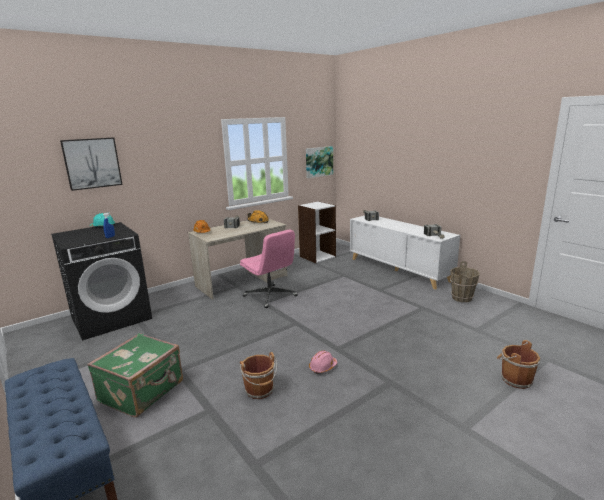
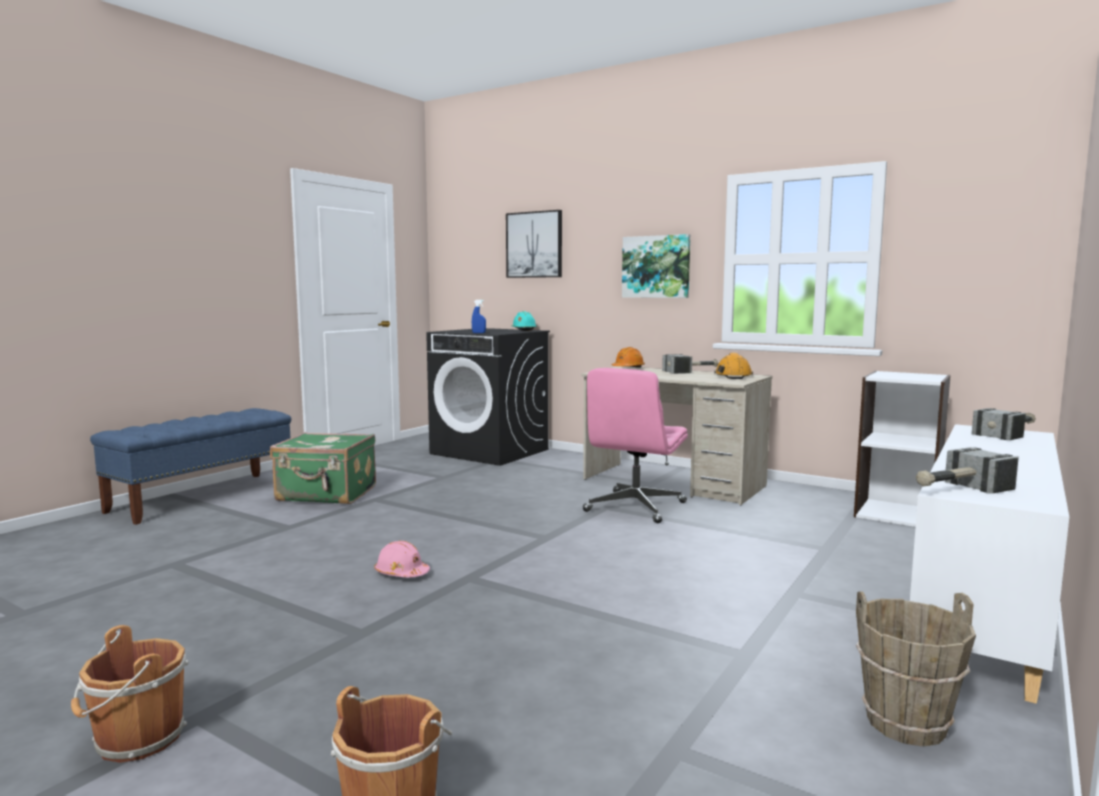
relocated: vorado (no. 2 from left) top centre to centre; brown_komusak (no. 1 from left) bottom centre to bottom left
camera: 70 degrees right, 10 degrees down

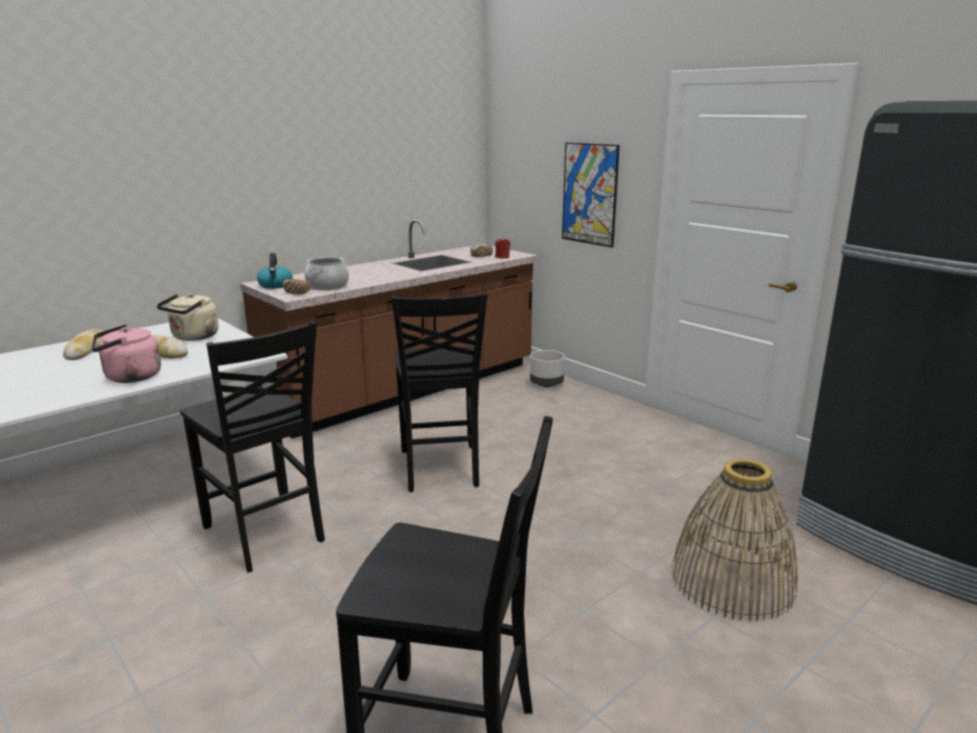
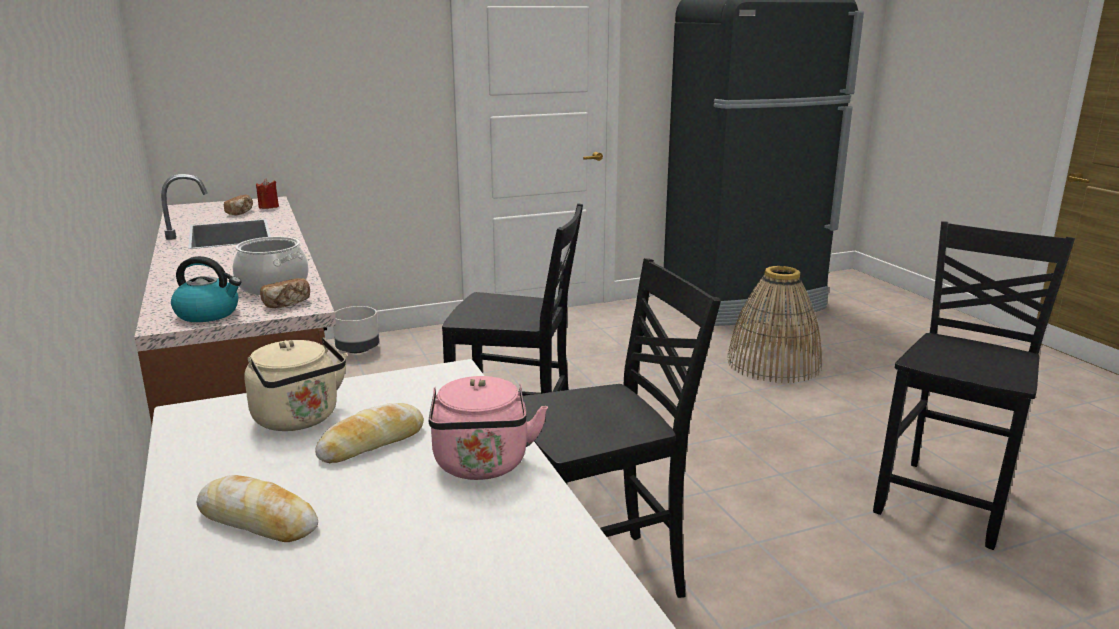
missing: vorado top centre
camera: 70 degrees left, 0 degrees up

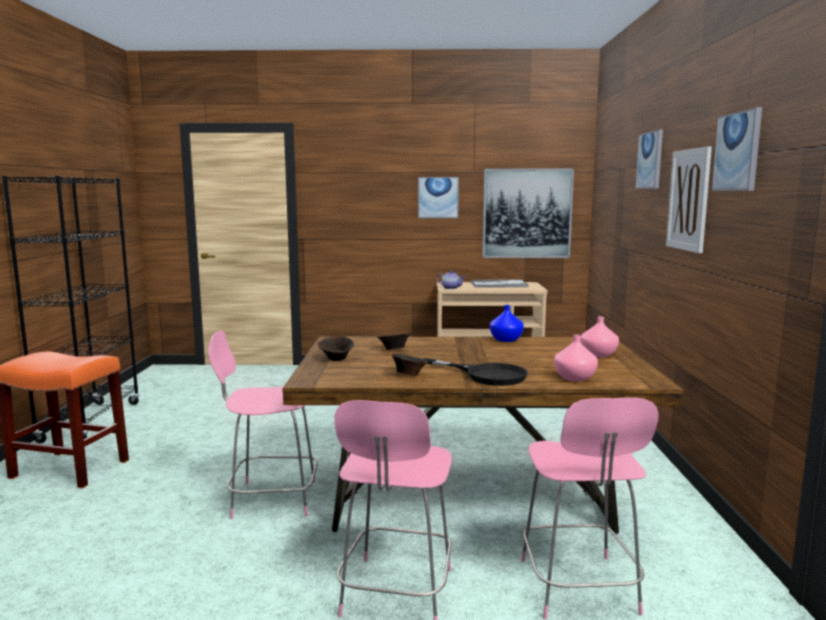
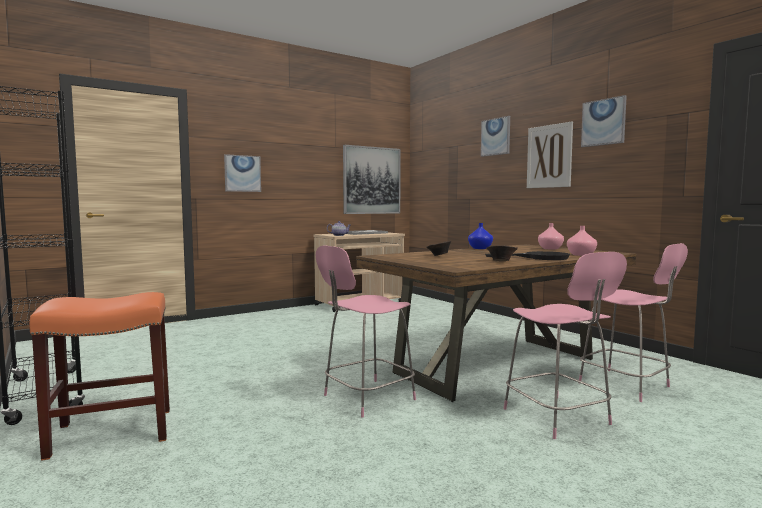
missing: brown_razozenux (no. 1 from left) centre
relocated: vorado (no. 1 from left) top centre to middle left
camera: 35 degrees left, 5 degrees down

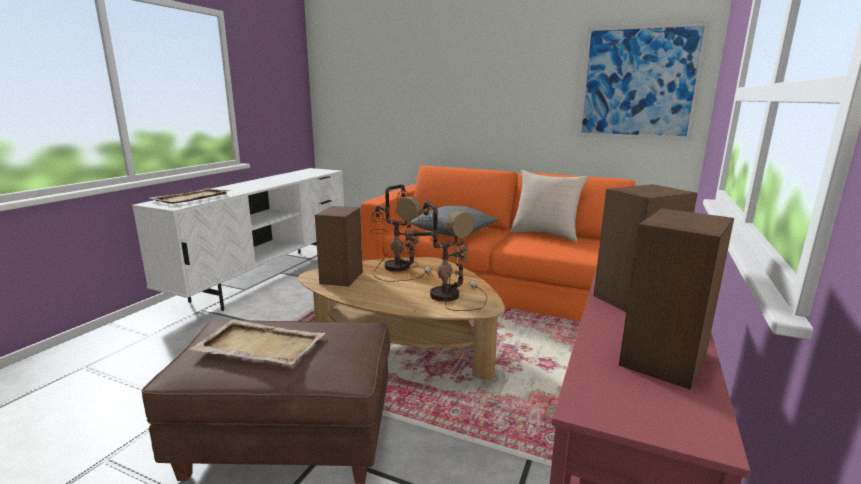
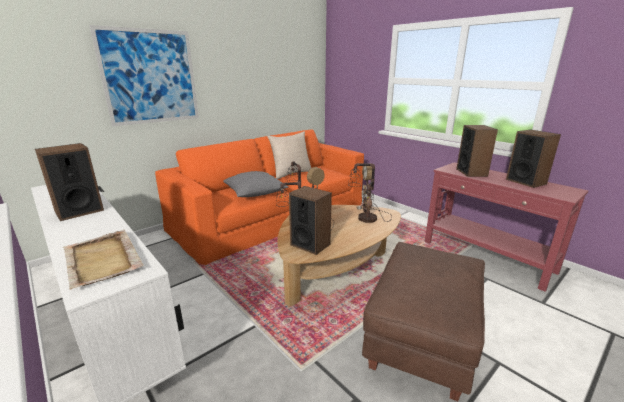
missing: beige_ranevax (no. 2 from left) bottom left
appeared: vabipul (no. 1 from left) middle left
relocated: vorado top right to top left
camera: 65 degrees left, 5 degrees up

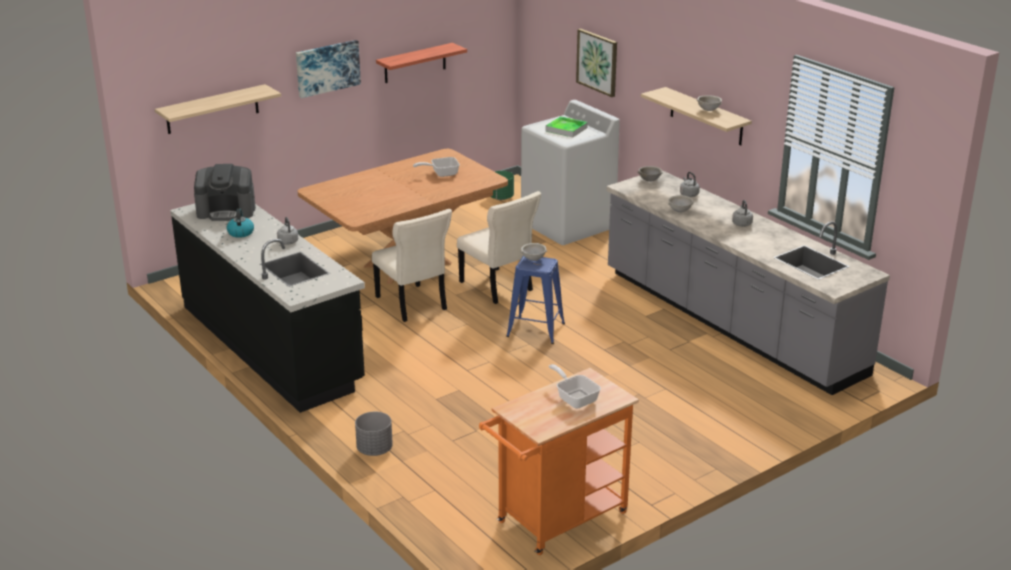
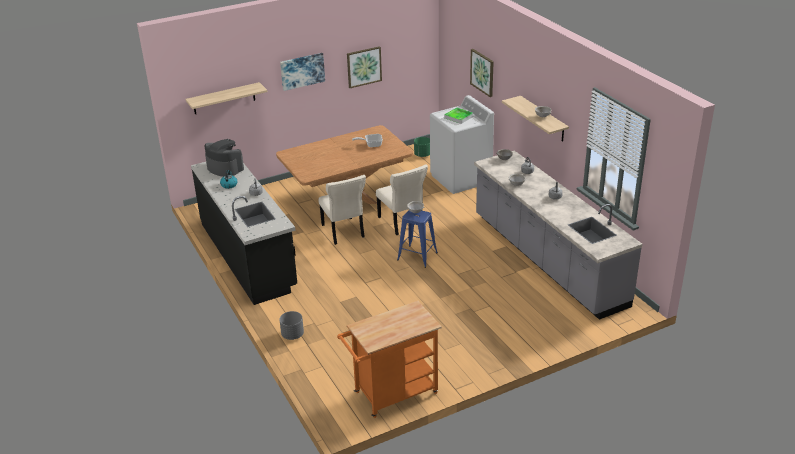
missing: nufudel (no. 2 from left) bottom centre
exchanged: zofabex (no. 2 from left) top centre to vorado (no. 2 from left) top centre
spun: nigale middle left = middle left 150 degrees counterclockwise
camera: 10 degrees right, 5 degrees up

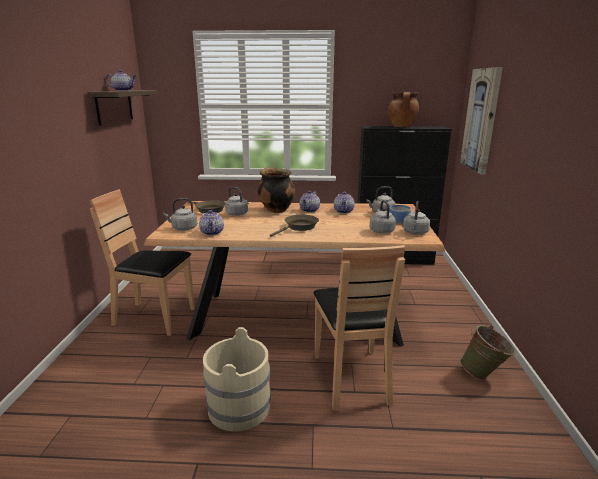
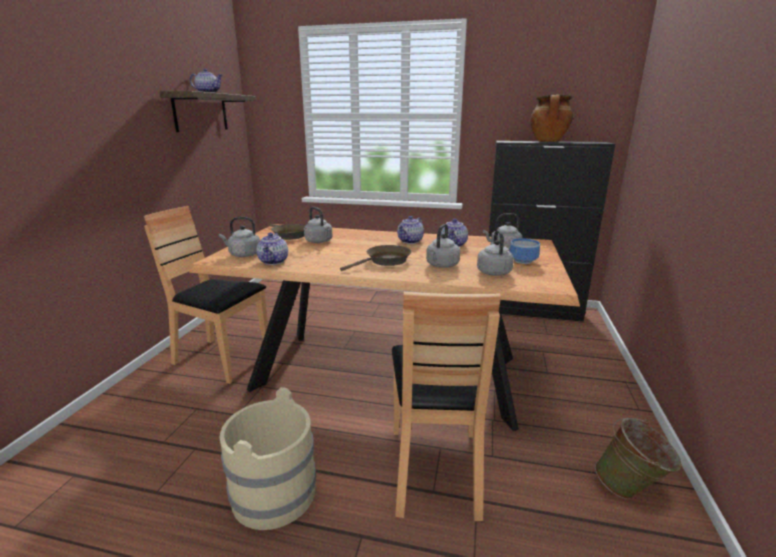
missing: vorado top right; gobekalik (no. 1 from left) centre
relocated: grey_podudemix (no. 5 from left in the first image) middle right to grey_podudemix (no. 3 from left) centre
camera: 10 degrees right, 0 degrees up

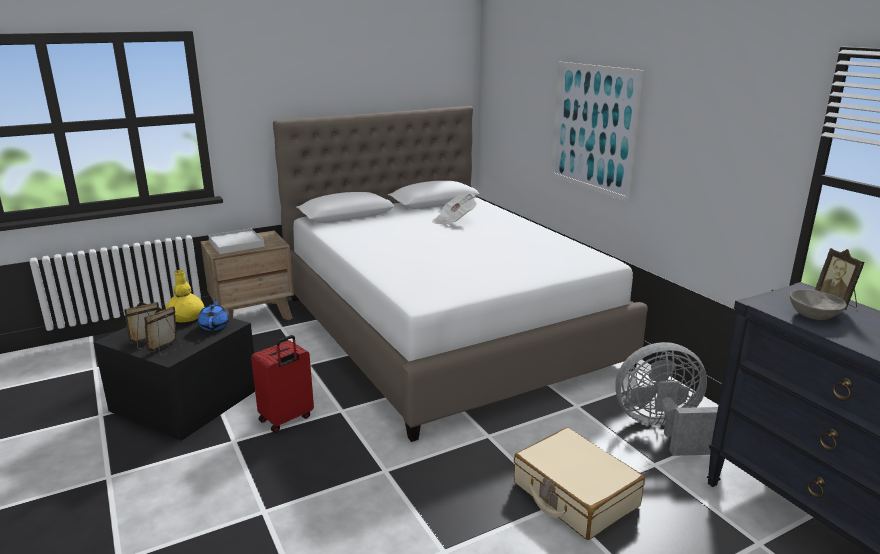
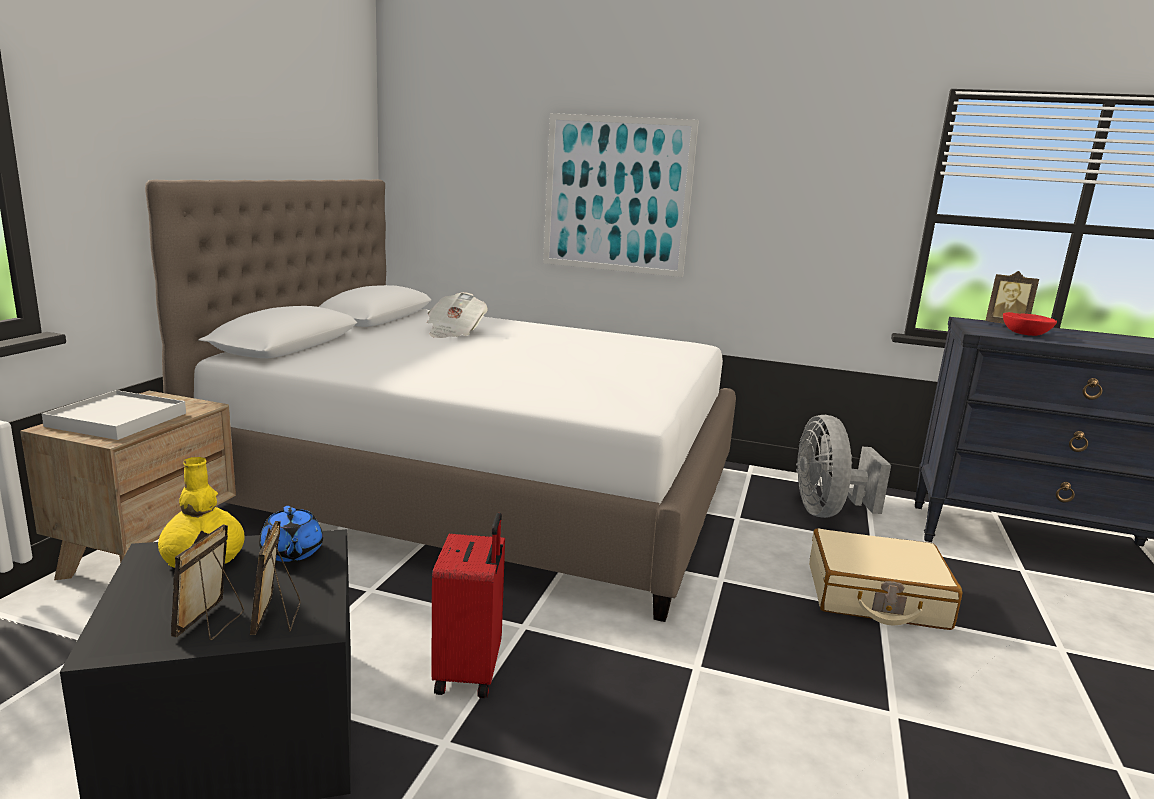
colour: grey_razozenux middle right to red_razozenux middle right
spun: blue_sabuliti middle left = bottom left 150 degrees counterclockwise; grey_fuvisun bottom right = middle right 45 degrees counterclockwise
camera: 45 degrees left, 5 degrees down

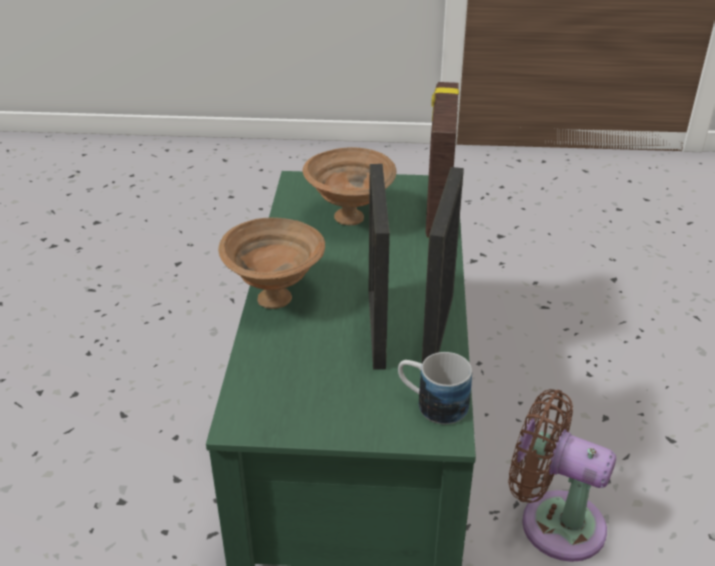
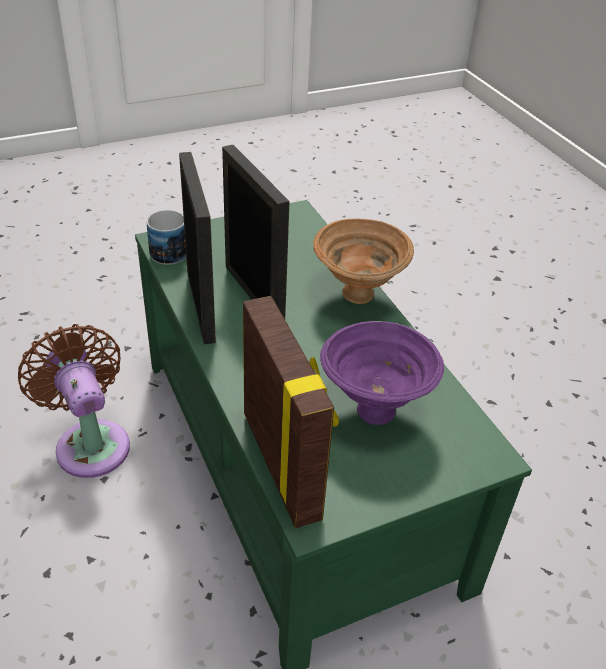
colour: brown_razozenux (no. 2 from left) top centre to purple_razozenux centre
spun: brown_fuvisun bottom right = middle left 120 degrees counterclockwise
camera: 150 degrees right, 5 degrees up

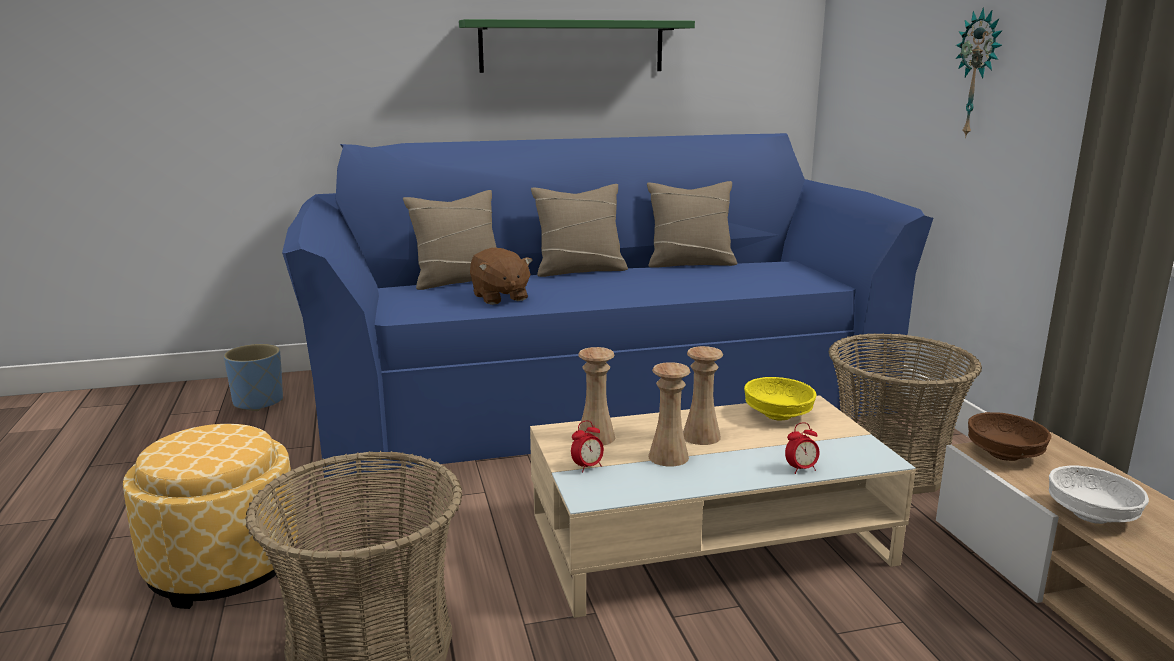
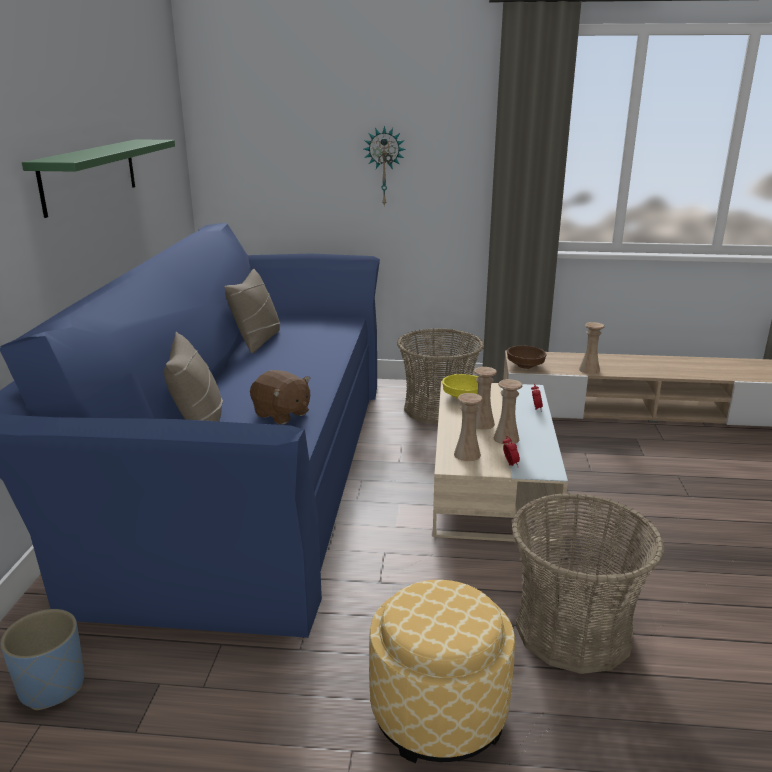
missing: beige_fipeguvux (no. 2 from left) centre
exchanged: white_razozenux bottom right to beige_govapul (no. 4 from left) middle right
spun: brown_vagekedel centre = centre 45 degrees clockwise
camera: 70 degrees left, 5 degrees up

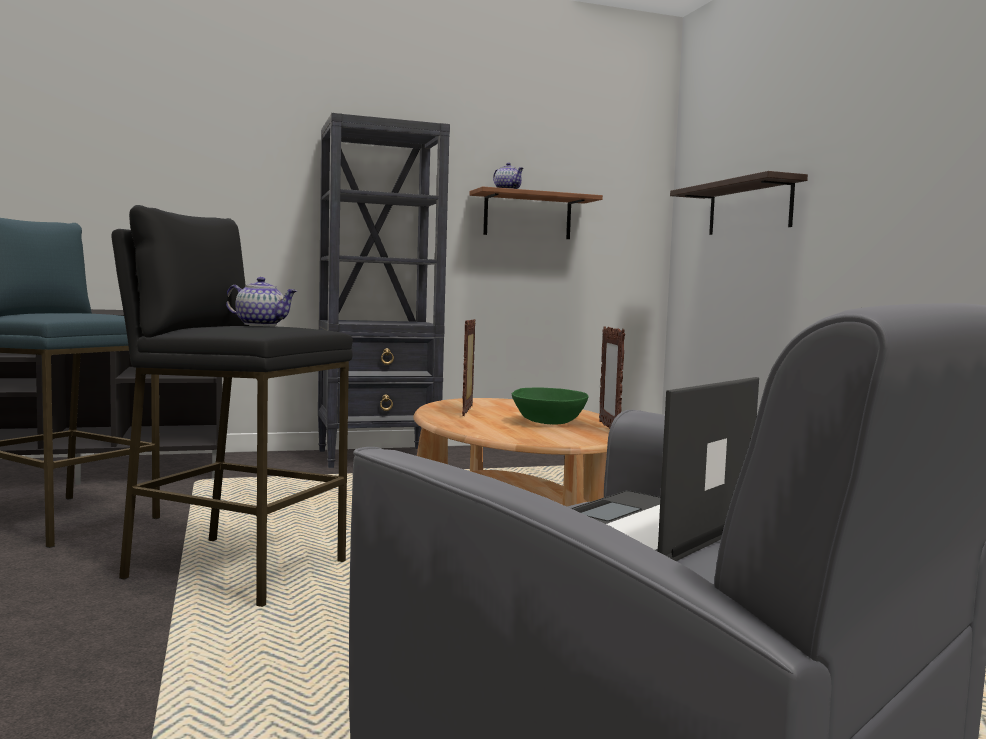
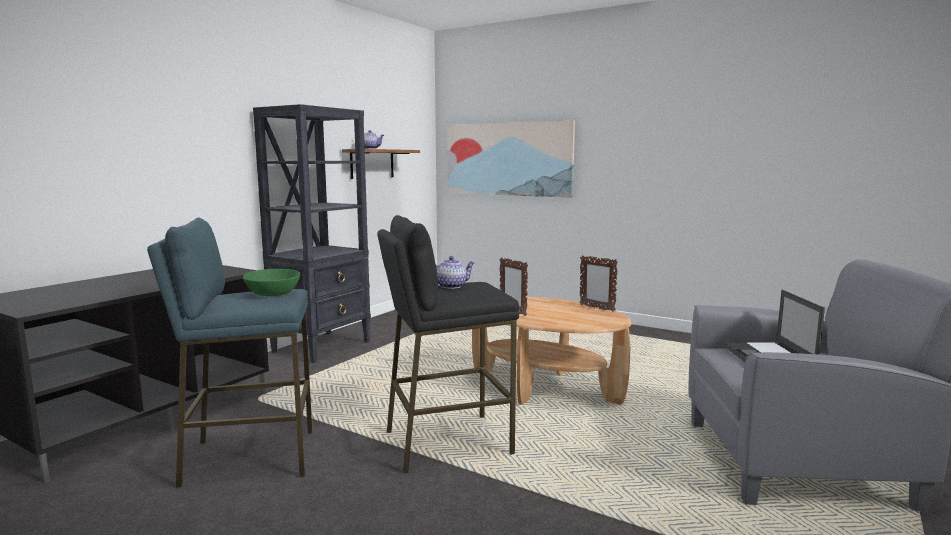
relocated: green_razozenux centre to middle left
exchanged: zofabex (no. 2 from left) top right to vorado top centre
camera: 40 degrees left, 5 degrees up

